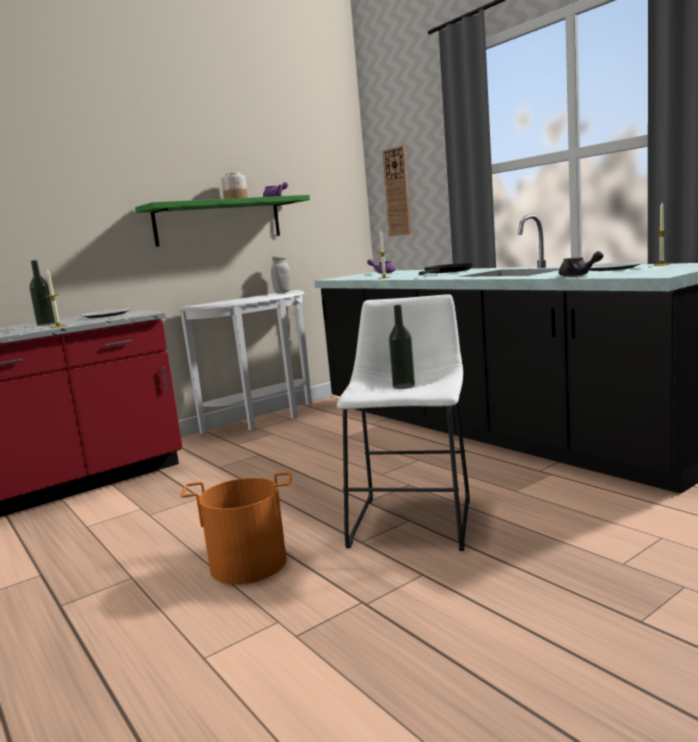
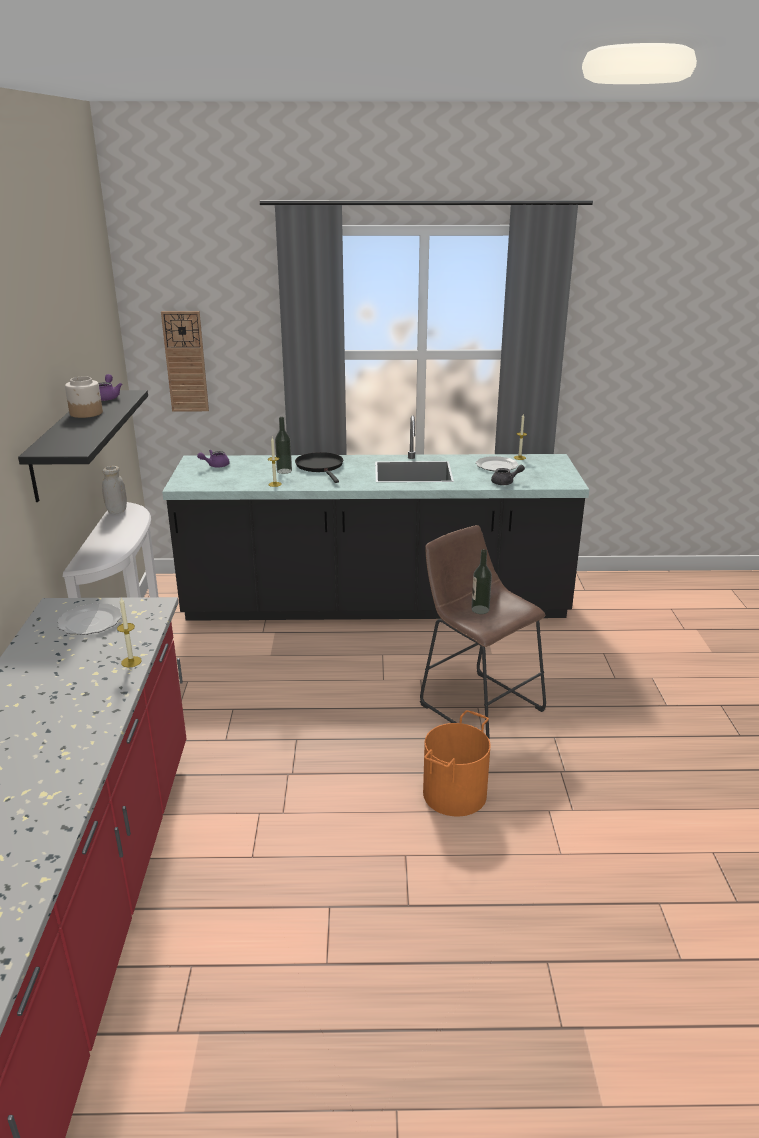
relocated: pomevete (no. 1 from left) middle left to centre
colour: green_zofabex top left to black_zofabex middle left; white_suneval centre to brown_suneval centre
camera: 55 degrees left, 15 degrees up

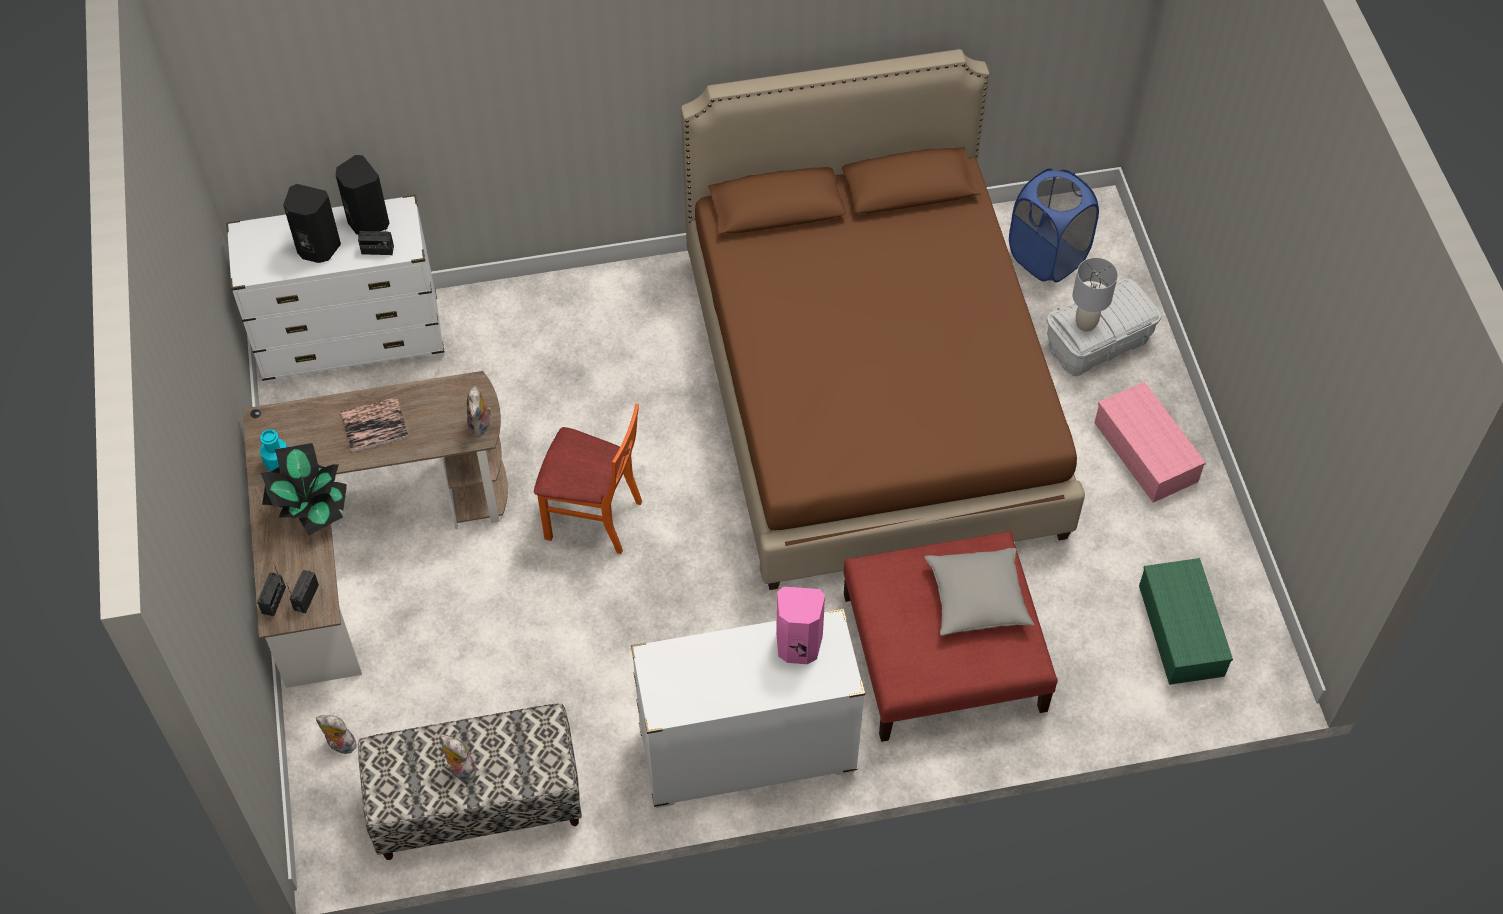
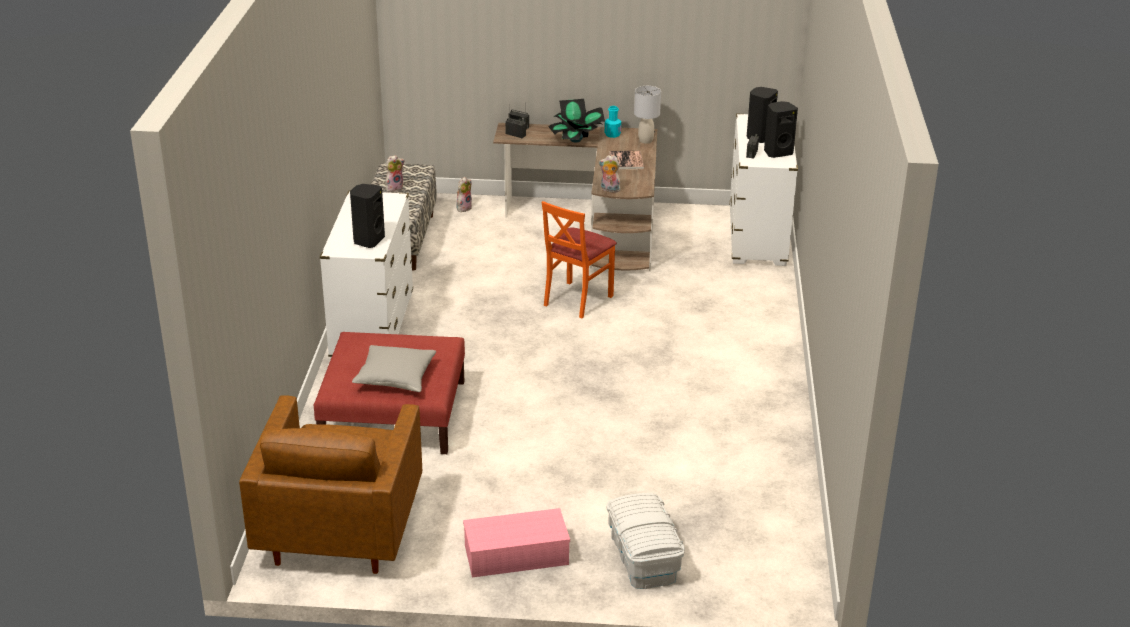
missing: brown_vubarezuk centre; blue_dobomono top right
relocated: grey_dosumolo top right to top centre
exchanged: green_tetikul bottom right to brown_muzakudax bottom left
colour: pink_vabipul bottom centre to black_vabipul (no. 1 from left) middle left
camera: 105 degrees right, 25 degrees down

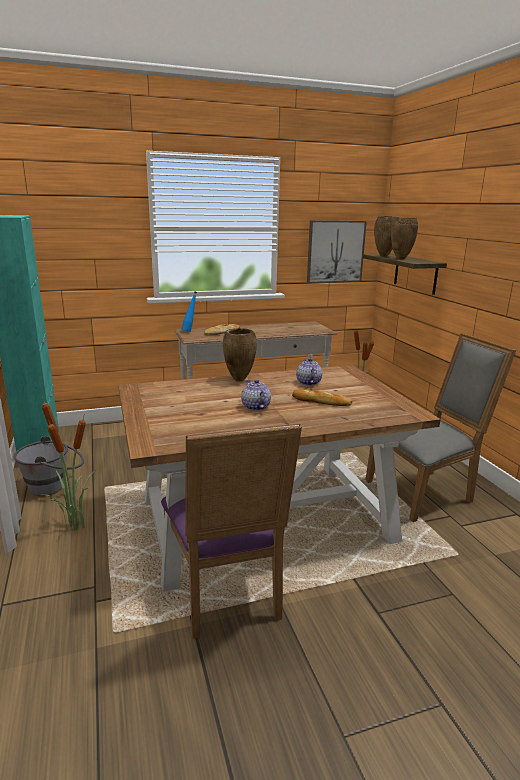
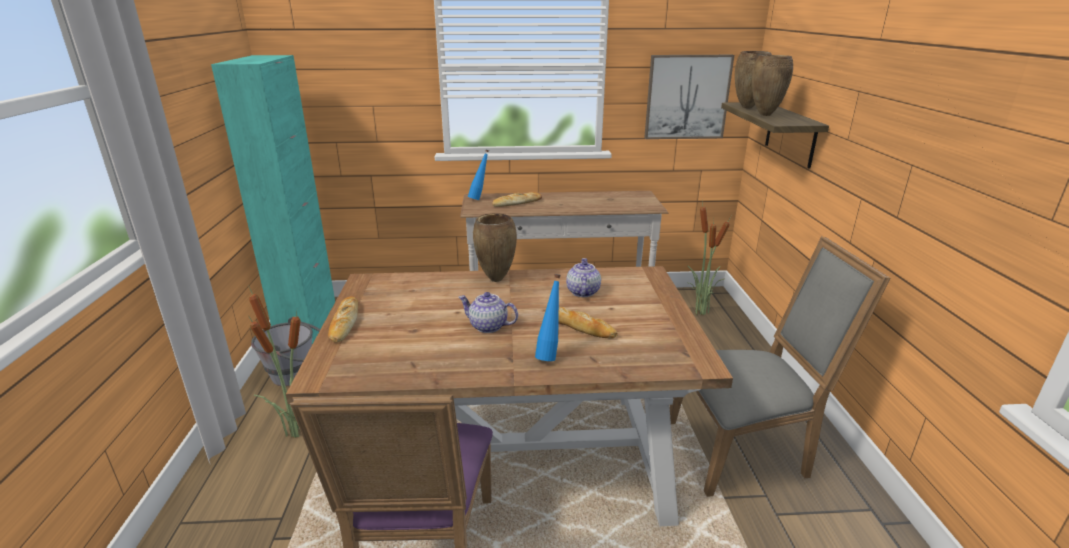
appeared: blue_pomevete (no. 2 from left) centre; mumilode (no. 1 from left) middle left
spun: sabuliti (no. 1 from left) centre = centre 60 degrees counterclockwise
camera: 15 degrees right, 5 degrees up

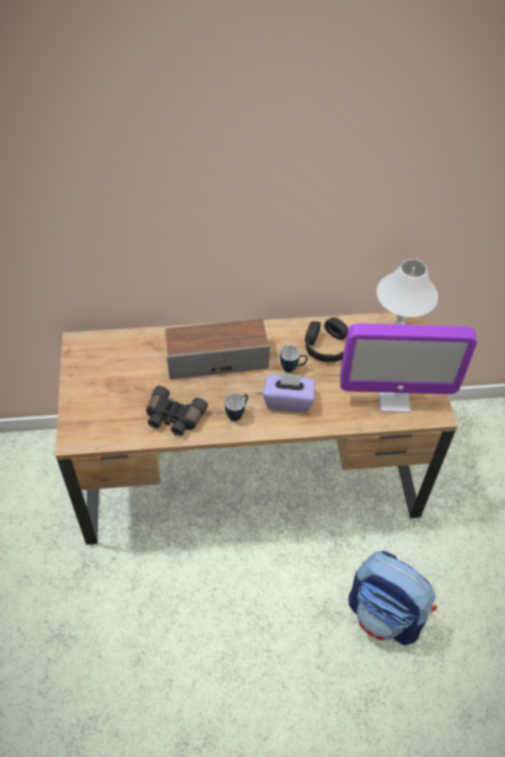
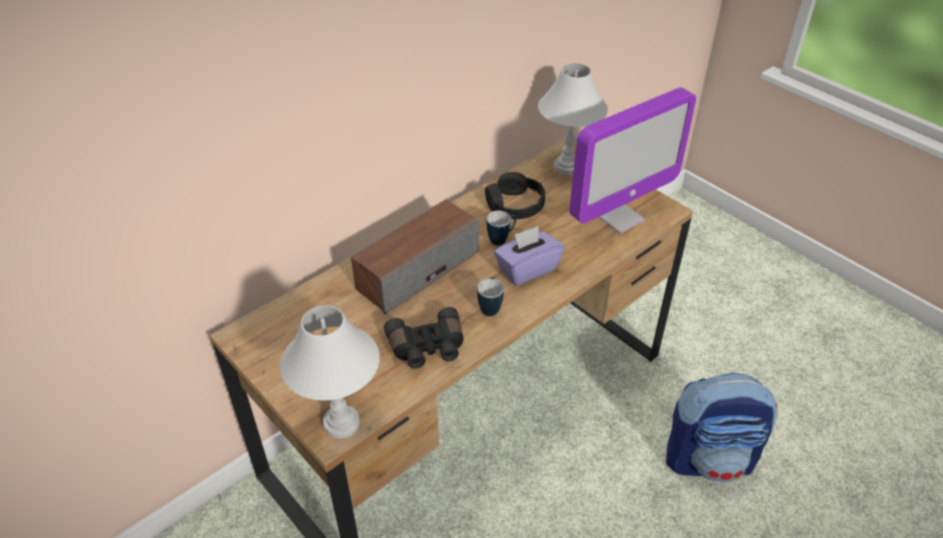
appeared: white_dosumolo (no. 1 from left) bottom centre
camera: 35 degrees left, 10 degrees down

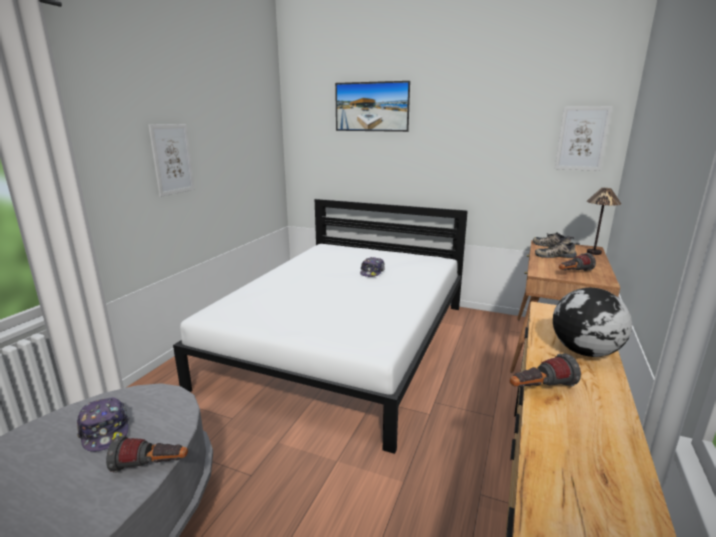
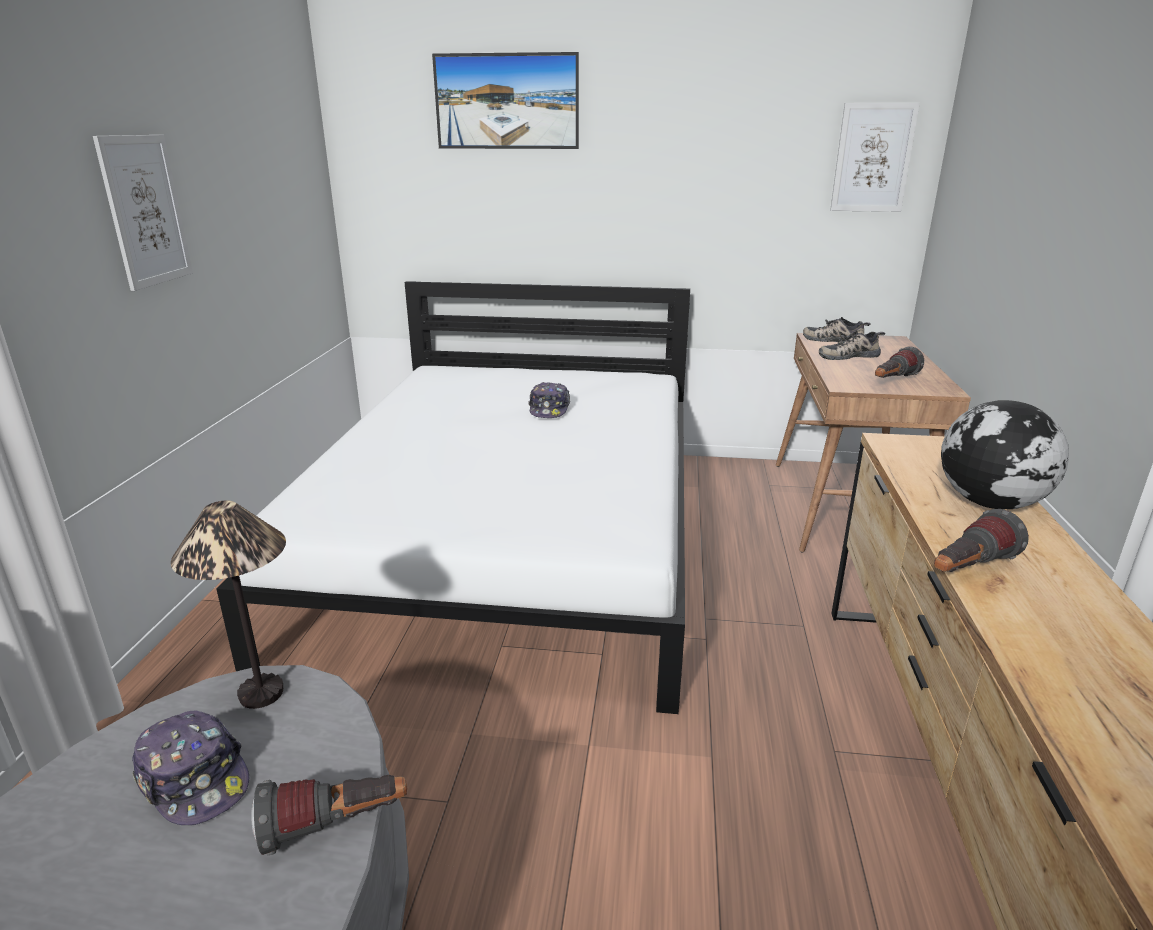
relocated: dosumolo middle right to middle left
camera: 15 degrees left, 5 degrees up

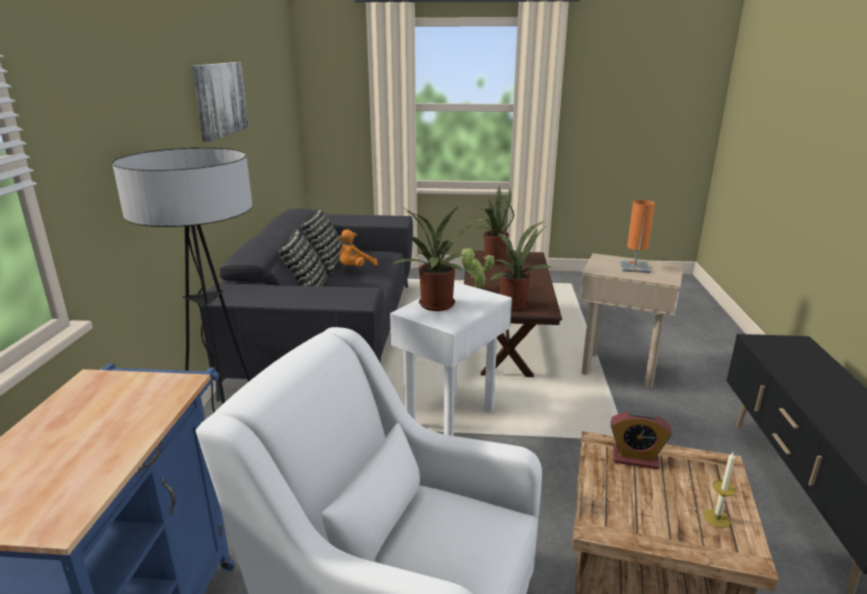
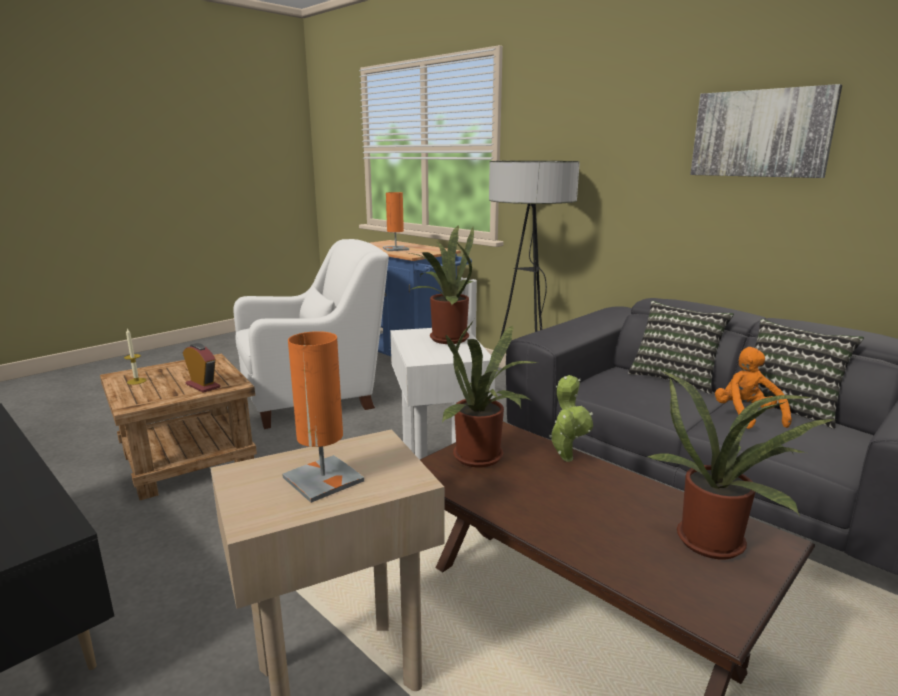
appeared: orange_dosumolo (no. 2 from left) top centre
spun: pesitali bottom right = middle left 75 degrees clockwise
camera: 130 degrees right, 5 degrees down

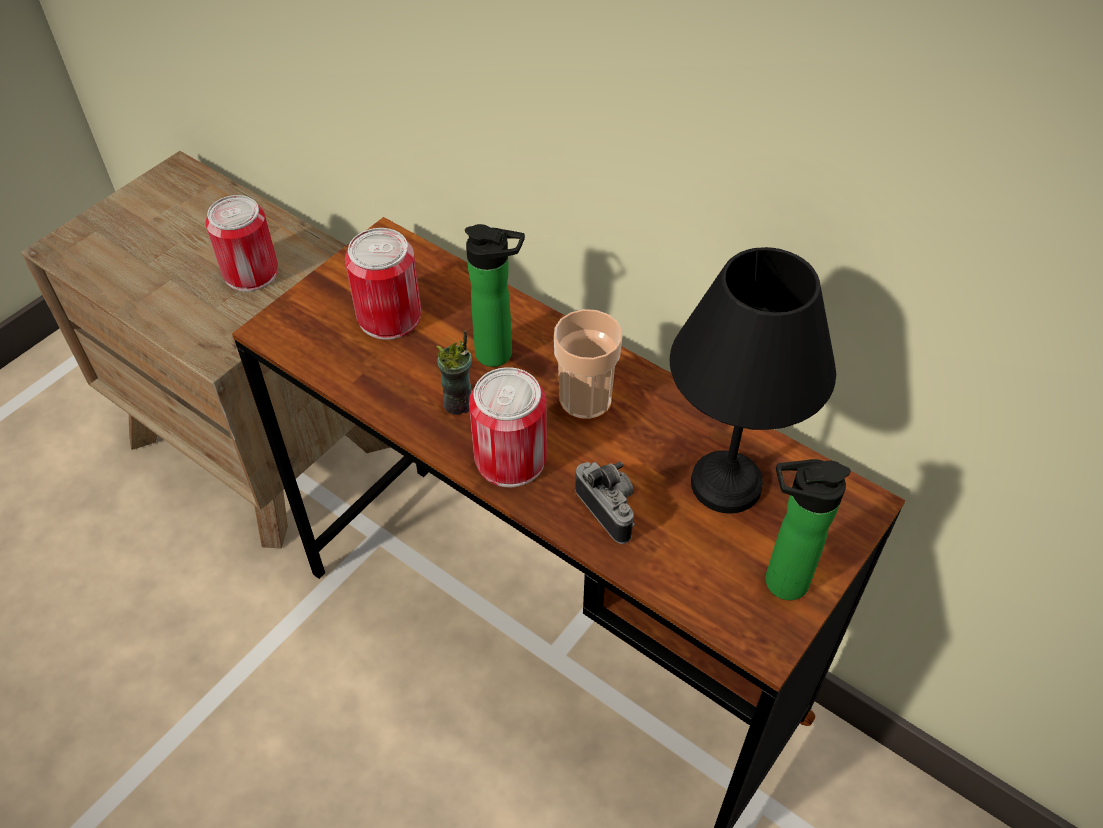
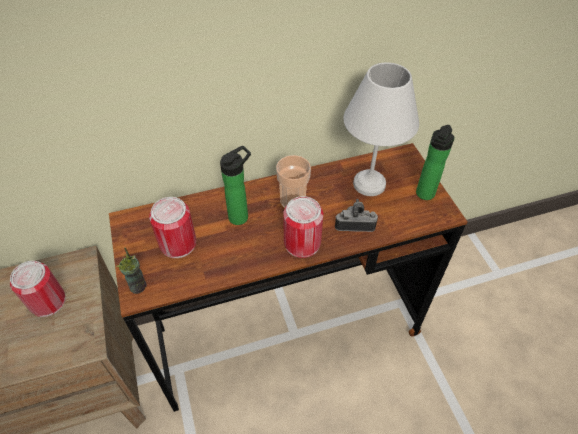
relocated: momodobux (no. 1 from left) centre to middle left
colour: black_dosumolo middle right to white_dosumolo top centre
camera: 55 degrees left, 0 degrees up

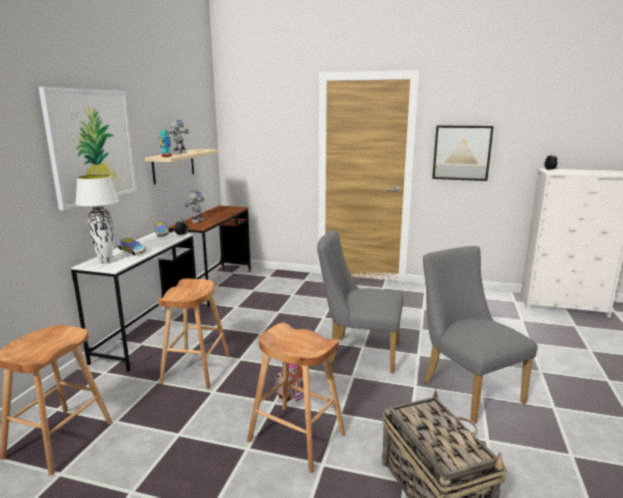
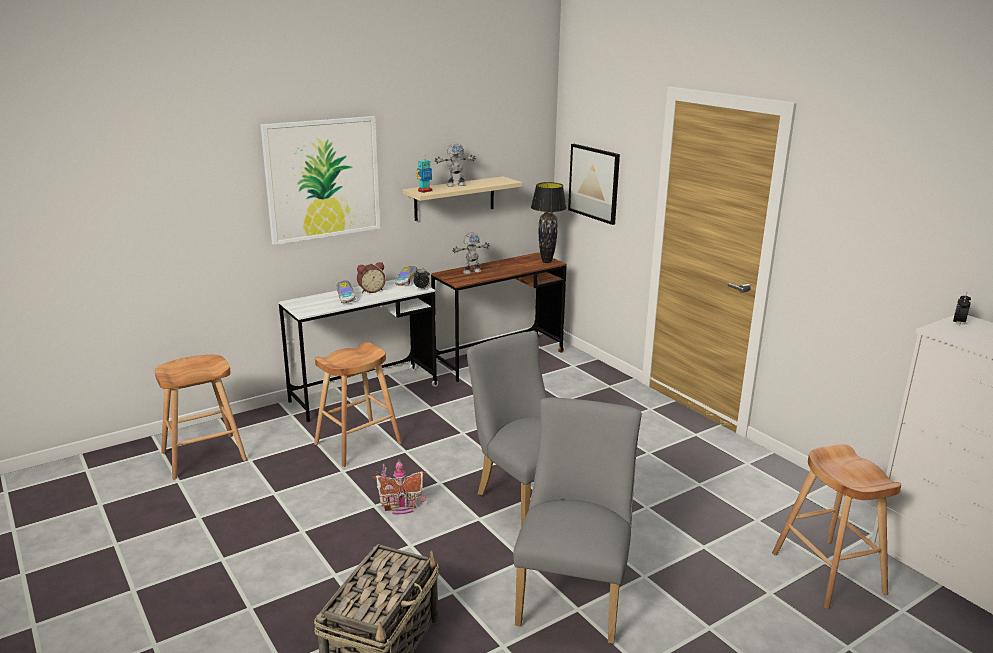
missing: white_dosumolo middle left
appeared: black_dosumolo centre; pesitali (no. 1 from left) centre
relocated: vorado (no. 2 from left) top right to top centre; brown_suneval (no. 3 from left) bottom centre to bottom right
camera: 40 degrees right, 5 degrees up

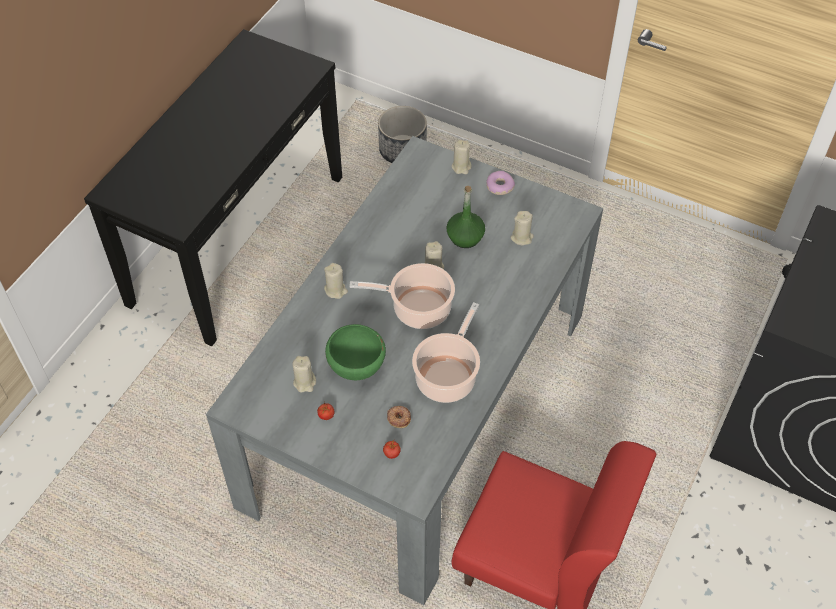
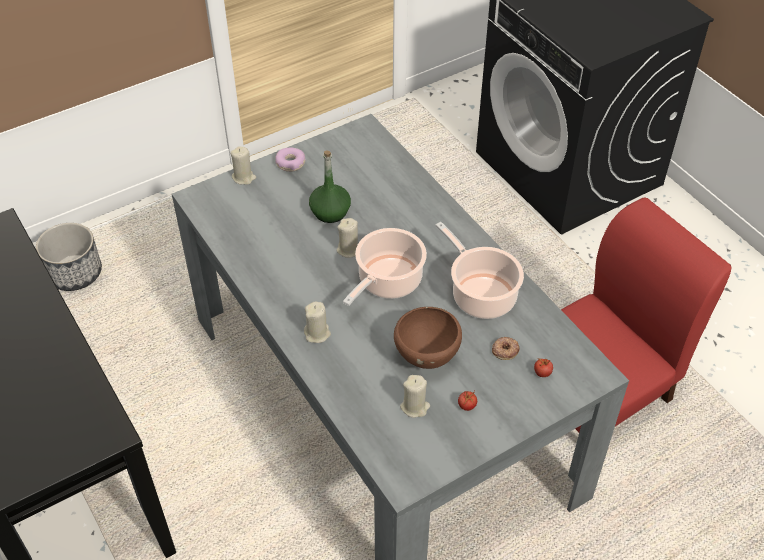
missing: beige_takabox (no. 5 from left) centre
colour: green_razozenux centre to brown_razozenux centre
camera: 60 degrees left, 5 degrees down

